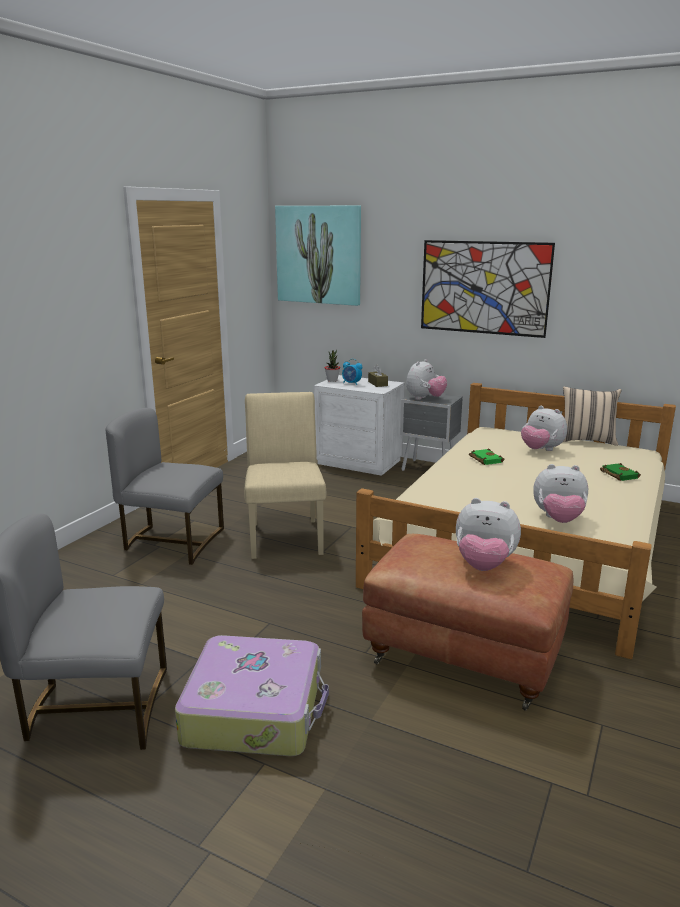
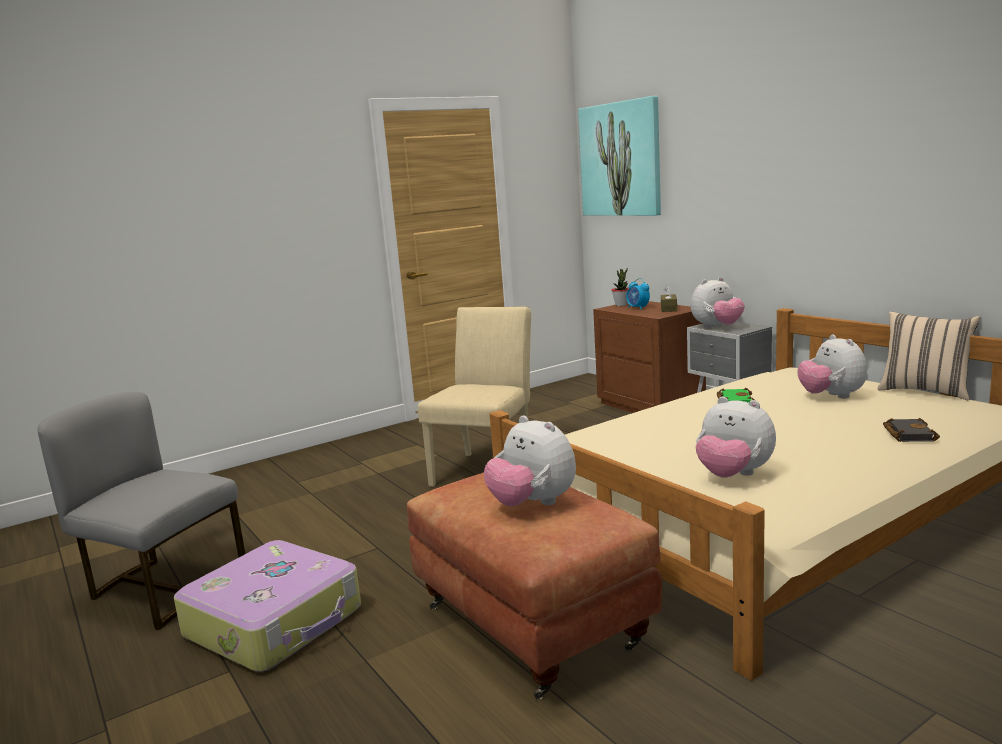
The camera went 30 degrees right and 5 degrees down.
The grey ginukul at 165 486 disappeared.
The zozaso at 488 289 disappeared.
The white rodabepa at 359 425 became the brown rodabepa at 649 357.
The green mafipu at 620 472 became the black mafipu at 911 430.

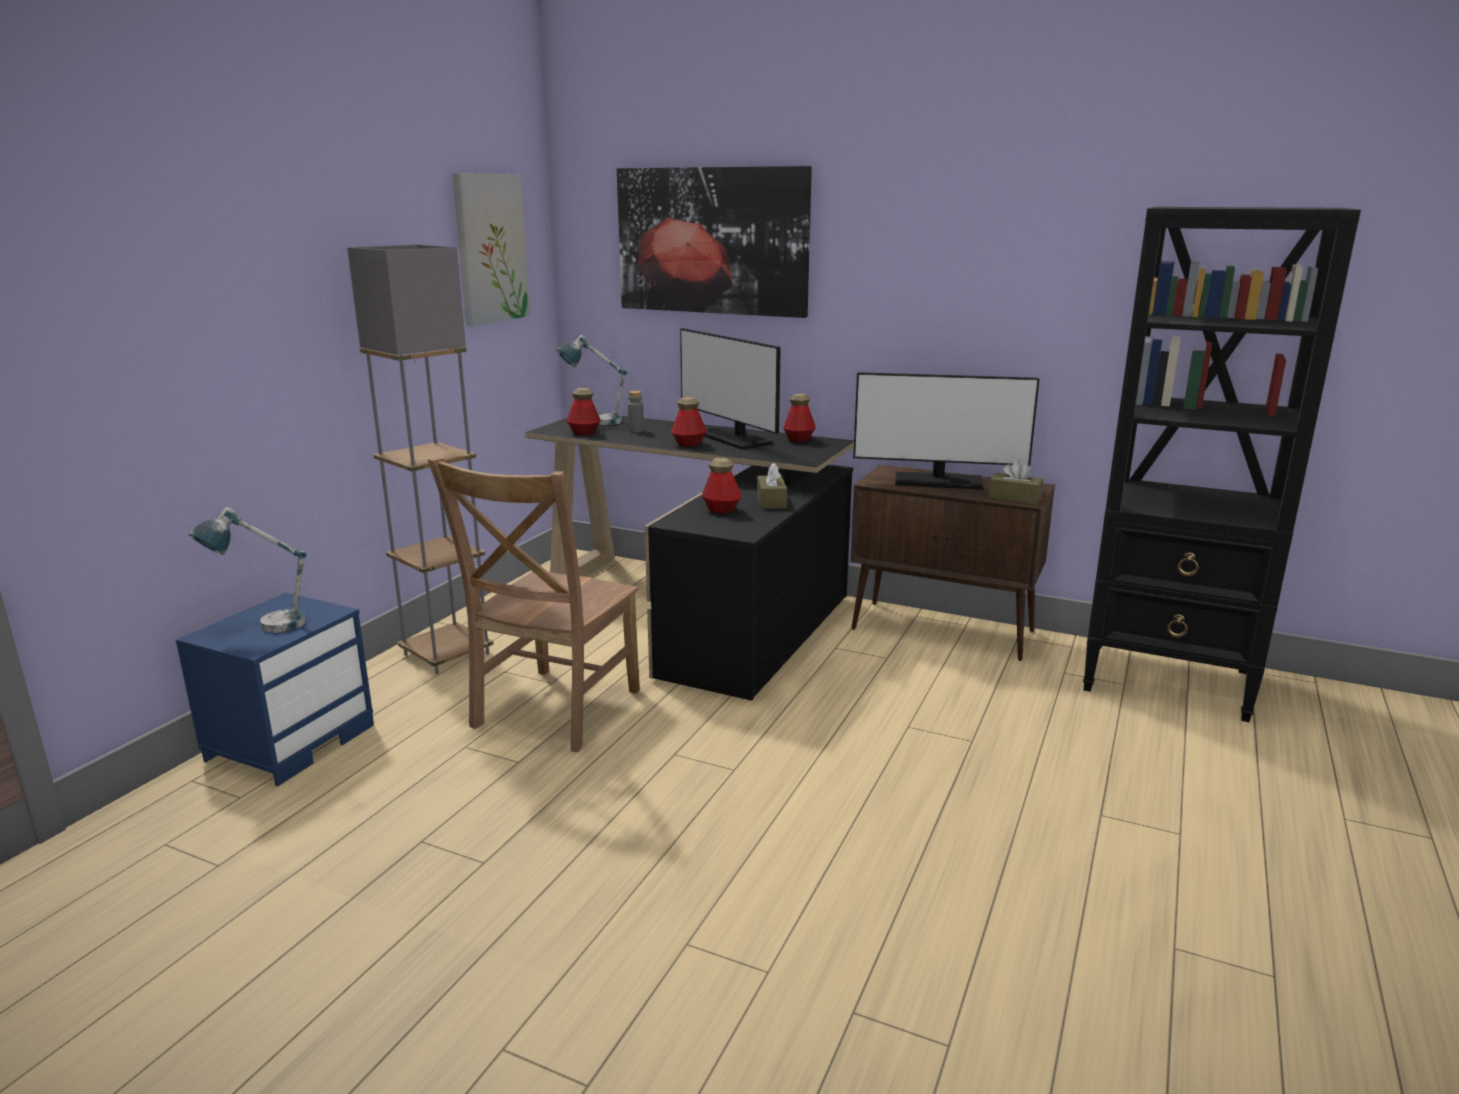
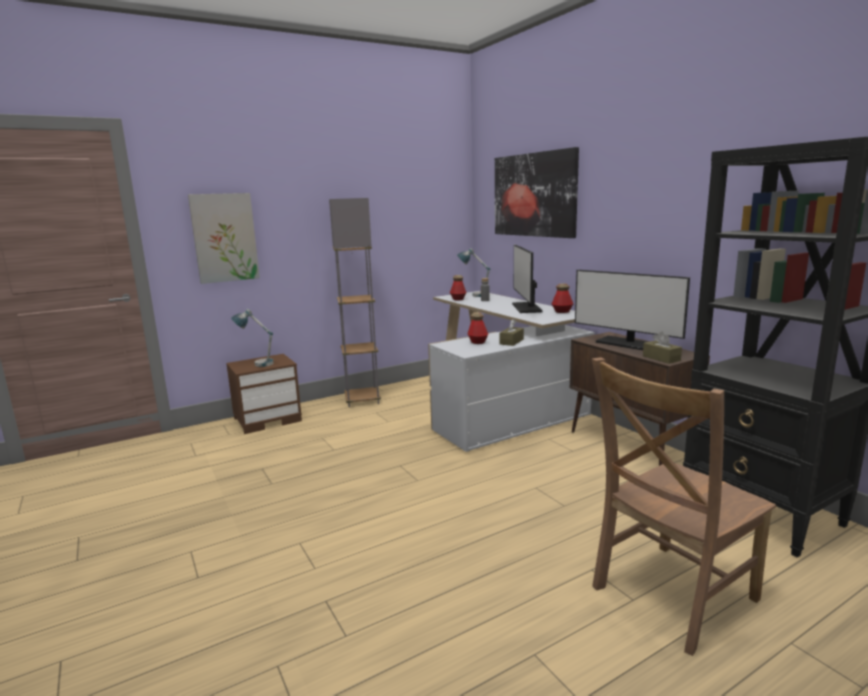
The camera went 35 degrees right and 5 degrees down.
The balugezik at 689 422 disappeared.
The brown ginukul moved from 534 604 to 684 506.
The zozaso moved from 491 249 to 224 238.
The blue rodabepa at 275 690 became the brown rodabepa at 264 394.
The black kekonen at 689 557 became the white kekonen at 511 371.

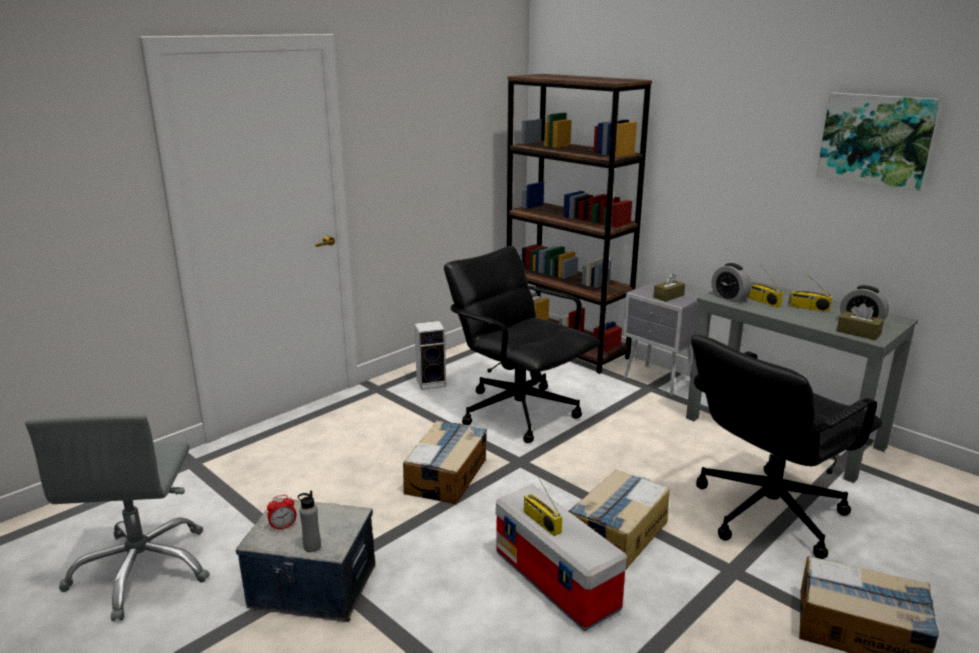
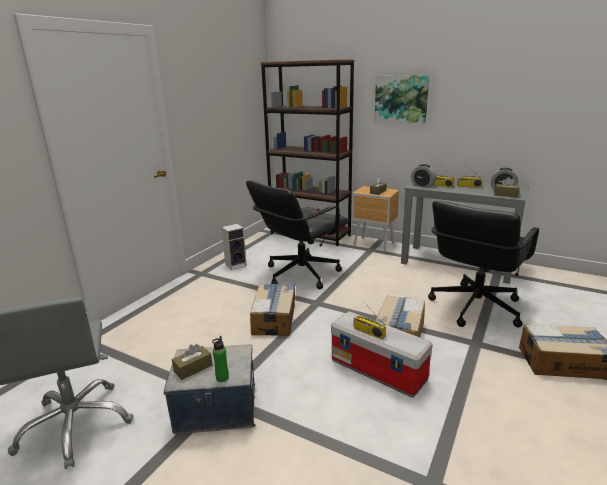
The camera went 15 degrees left and 0 degrees up.
The zozaso moved from 878 142 to 402 99.
The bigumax at 282 513 was replaced by the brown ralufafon at 192 362.
The grey balugezik at 309 521 became the green balugezik at 220 359.
The grey rodabepa at 662 339 became the brown rodabepa at 375 219.
The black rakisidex at 522 344 turned 75 degrees counterclockwise.

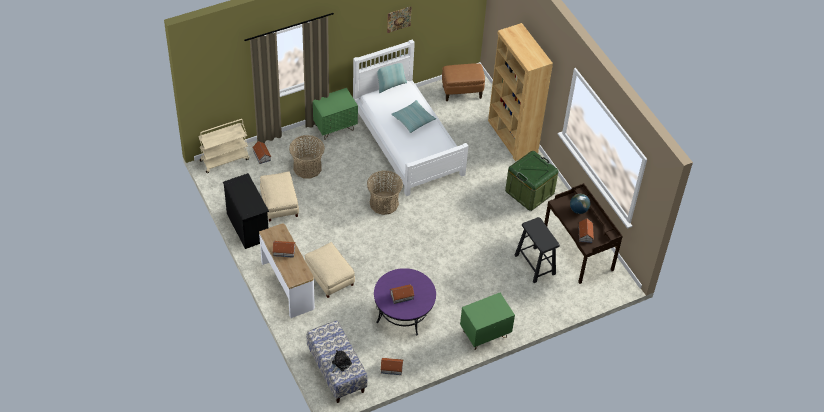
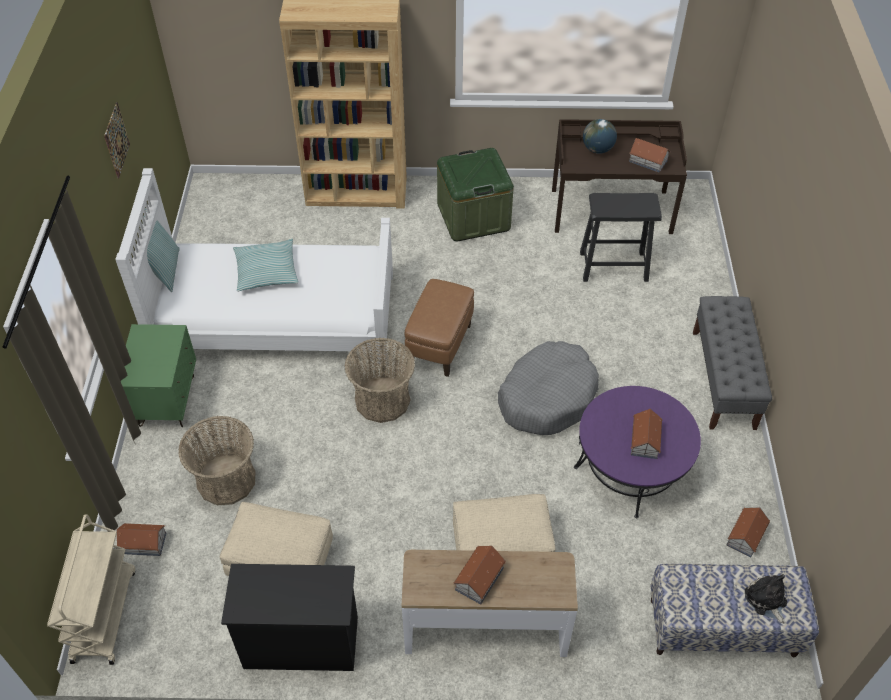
The camera went 60 degrees left and 0 degrees up.
The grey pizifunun at 548 388 appeared.
The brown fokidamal moved from 463 82 to 439 328.
The green rodabepa at 487 321 was replaced by the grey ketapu at 732 363.

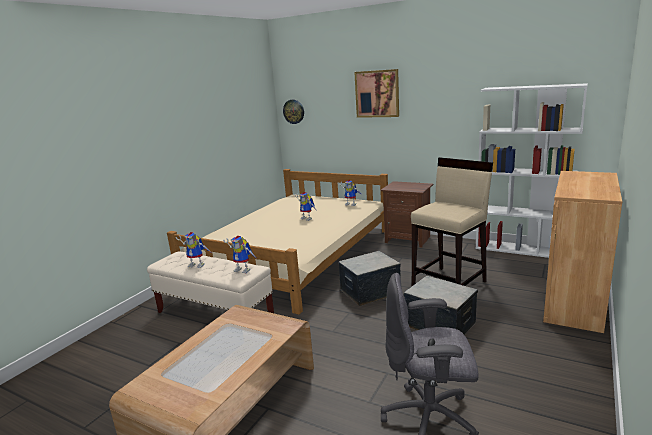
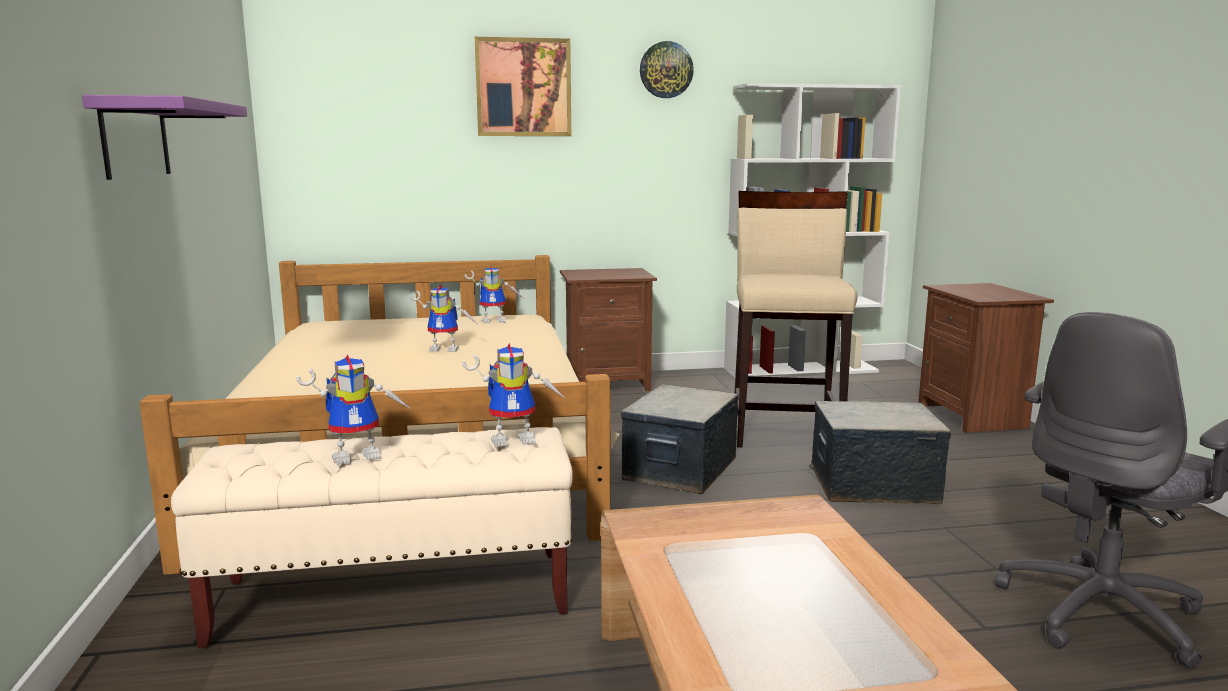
The camera went 40 degrees left and 5 degrees down.
The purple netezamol at 164 137 appeared.
The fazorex moved from 293 112 to 667 69.
The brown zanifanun at 582 252 was replaced by the brown rodabepa at 986 358.

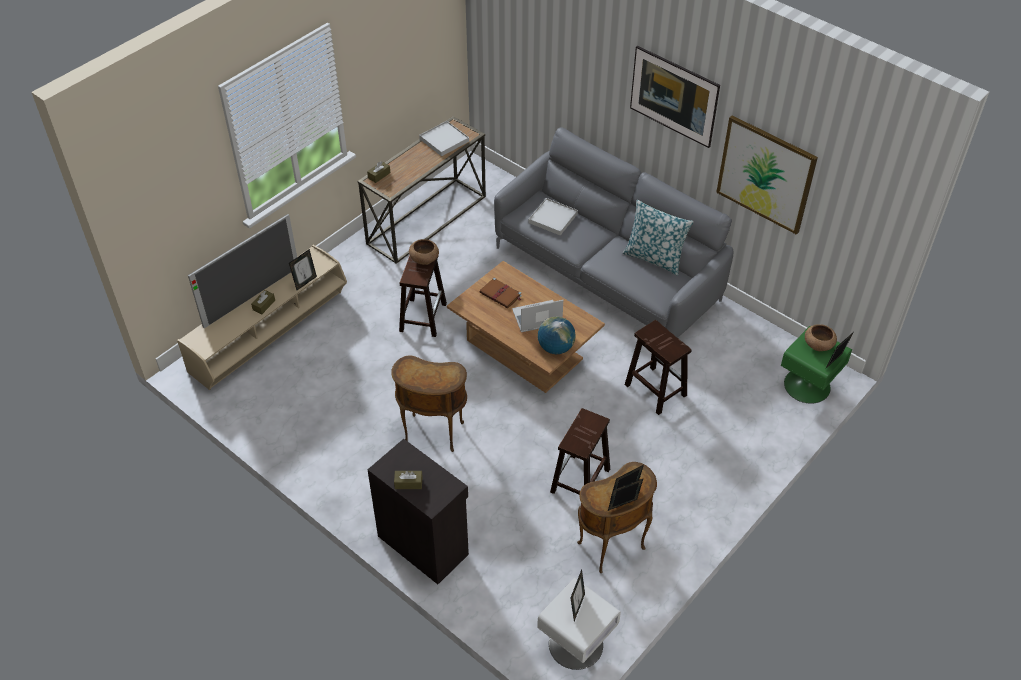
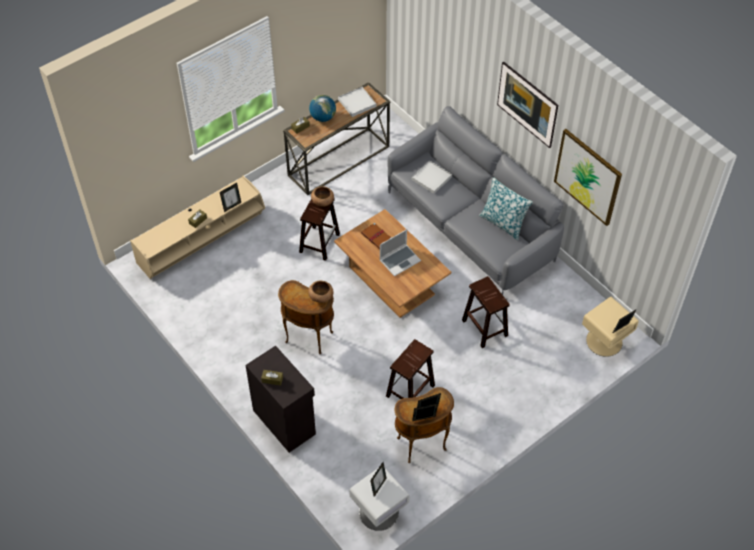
The camera went 10 degrees right and 5 degrees up.
The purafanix at 242 271 disappeared.
The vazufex moved from 557 335 to 322 108.
The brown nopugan moved from 821 337 to 320 292.
The green rodabepa at 816 365 became the beige rodabepa at 610 327.
The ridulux at 537 316 turned 150 degrees clockwise.

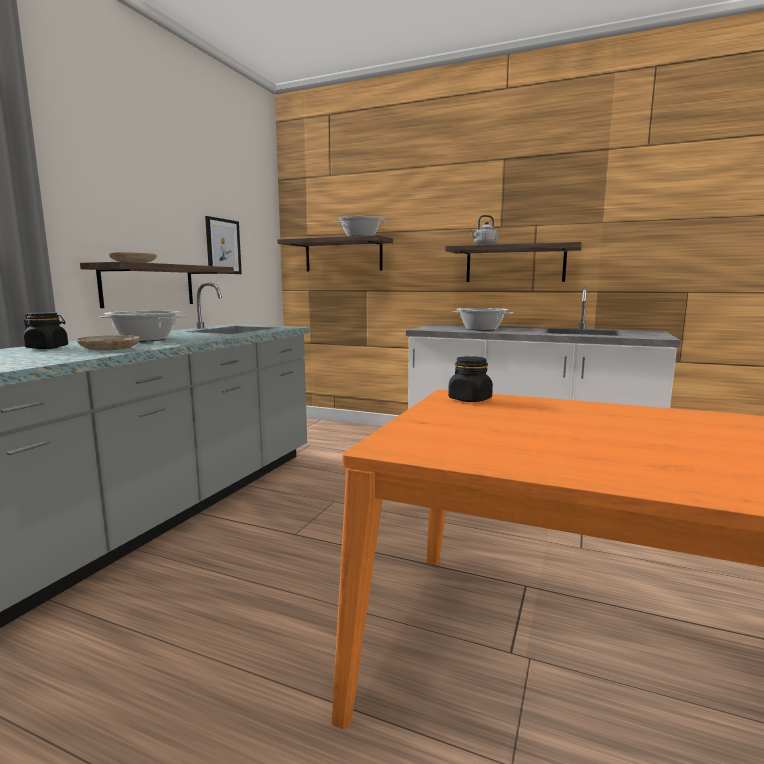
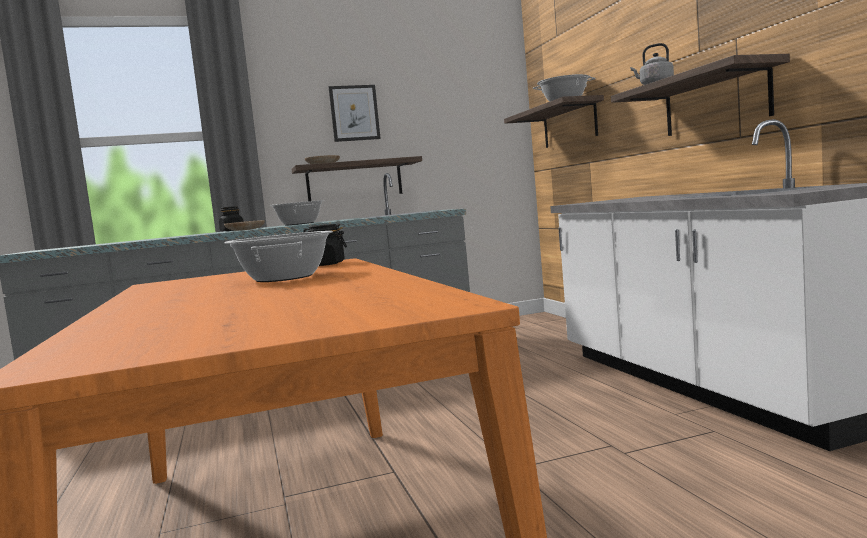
The camera went 50 degrees right and 5 degrees down.
The zozaso moved from 223 245 to 354 113.
The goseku moved from 482 319 to 279 256.

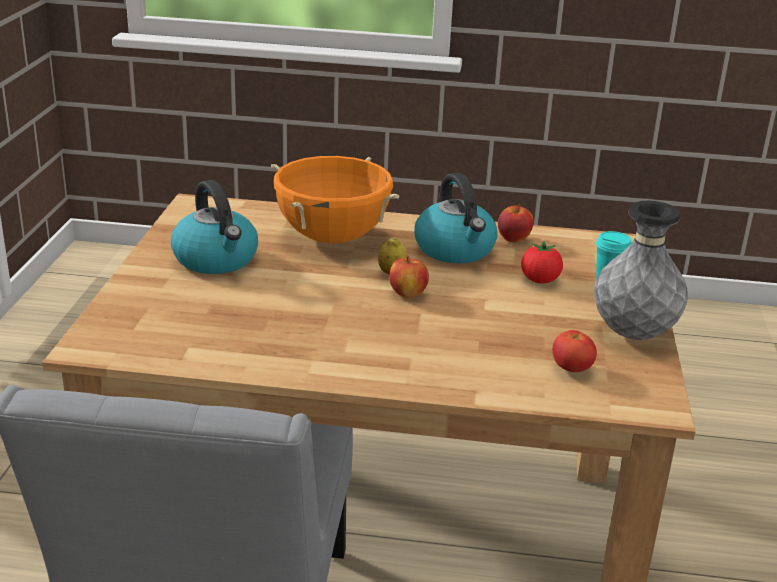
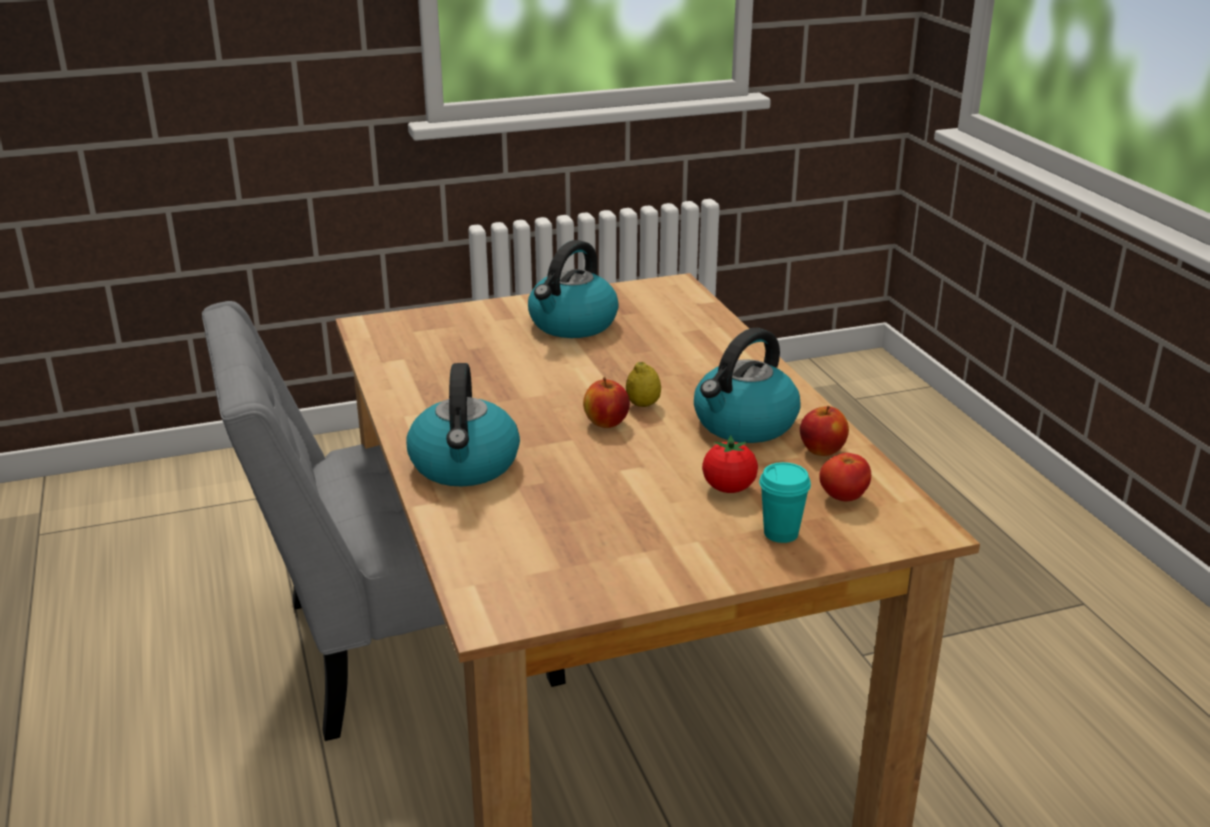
The camera went 65 degrees right and 0 degrees up.
The orange goseku at 335 199 disappeared.
The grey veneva at 641 270 disappeared.
The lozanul at 463 424 appeared.
The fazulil moved from 574 351 to 845 477.

